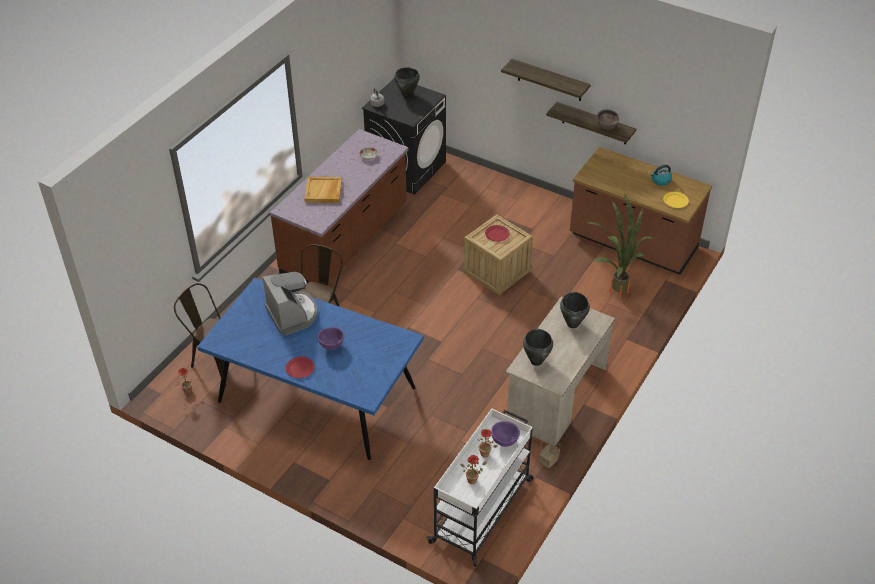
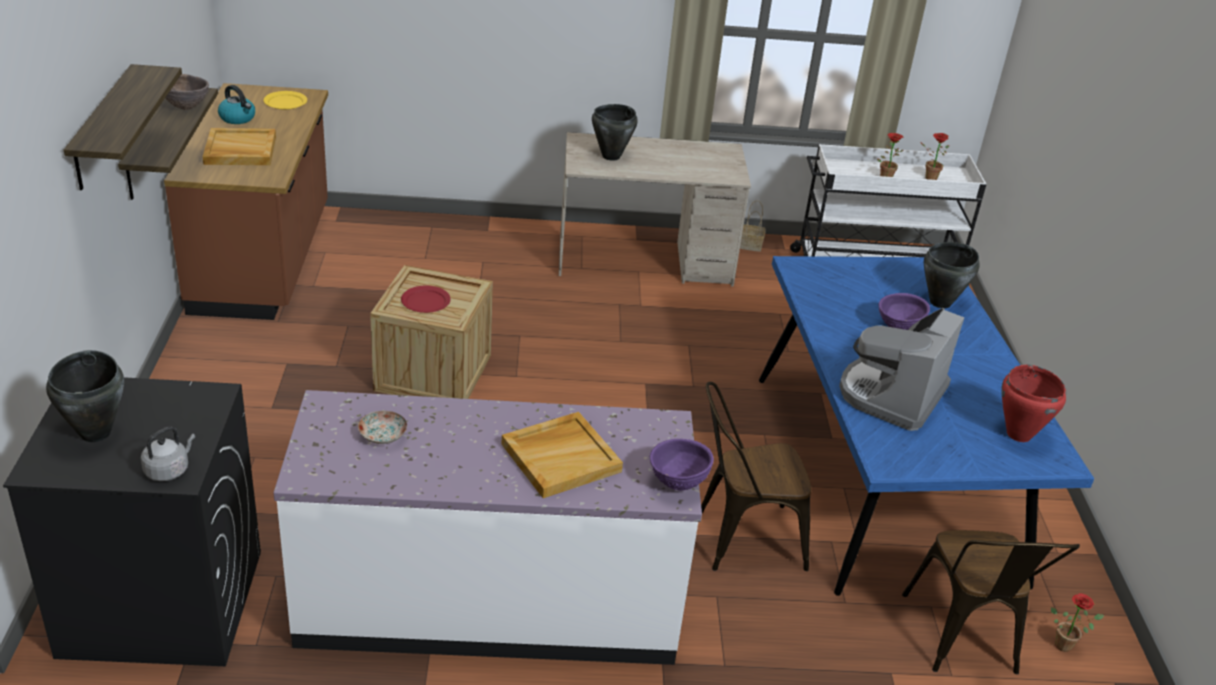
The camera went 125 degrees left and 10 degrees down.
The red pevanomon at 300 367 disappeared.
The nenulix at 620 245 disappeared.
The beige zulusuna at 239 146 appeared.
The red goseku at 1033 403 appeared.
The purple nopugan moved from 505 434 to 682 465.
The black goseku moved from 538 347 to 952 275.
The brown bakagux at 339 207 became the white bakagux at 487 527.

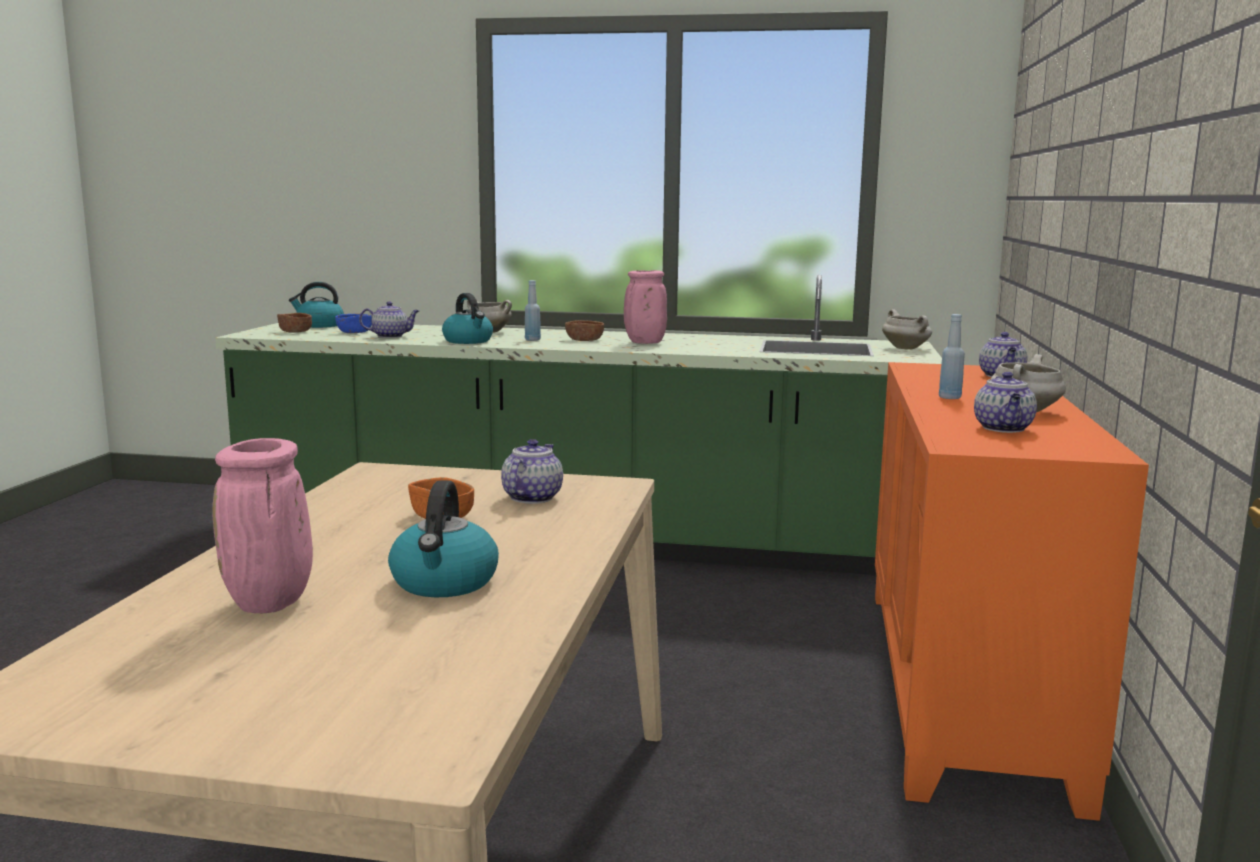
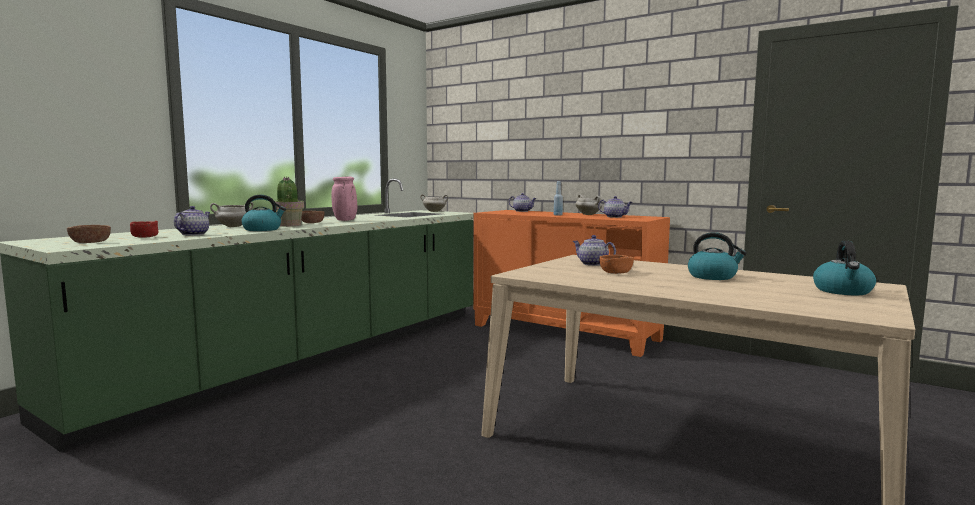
The camera went 65 degrees left and 5 degrees down.
The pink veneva at 263 525 disappeared.
The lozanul moved from 316 305 to 844 268.
The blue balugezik at 533 310 was replaced by the nenulix at 289 202.
The blue nopugan at 353 323 became the red nopugan at 144 229.

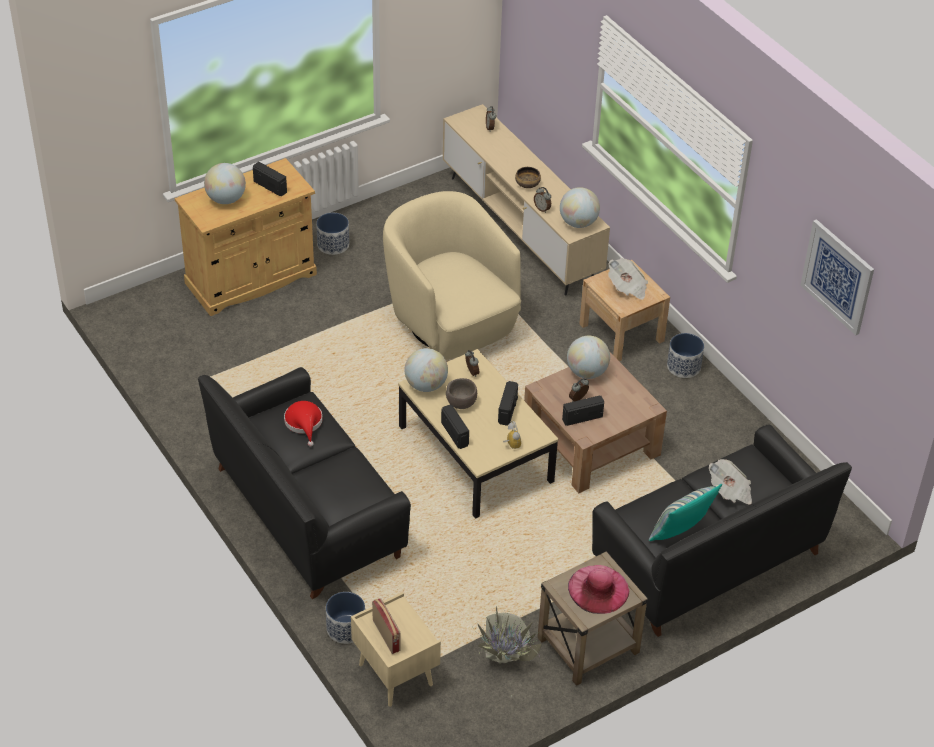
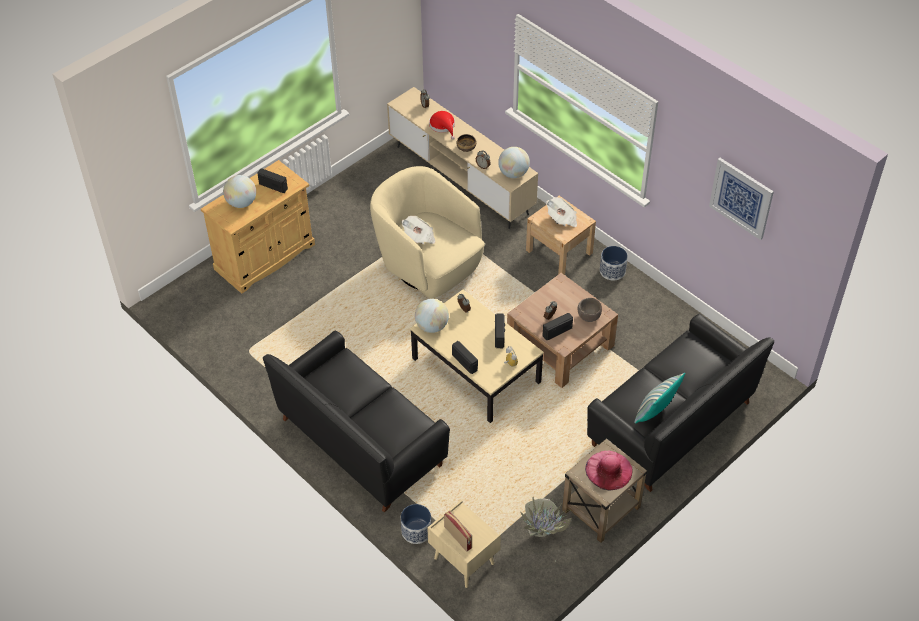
The camera went 10 degrees left and 5 degrees up.
The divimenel at 332 234 disappeared.
The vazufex at 588 357 disappeared.
The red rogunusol moved from 303 424 to 442 125.
The brown nopugan moved from 461 393 to 590 310.
The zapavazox moved from 730 481 to 418 230.

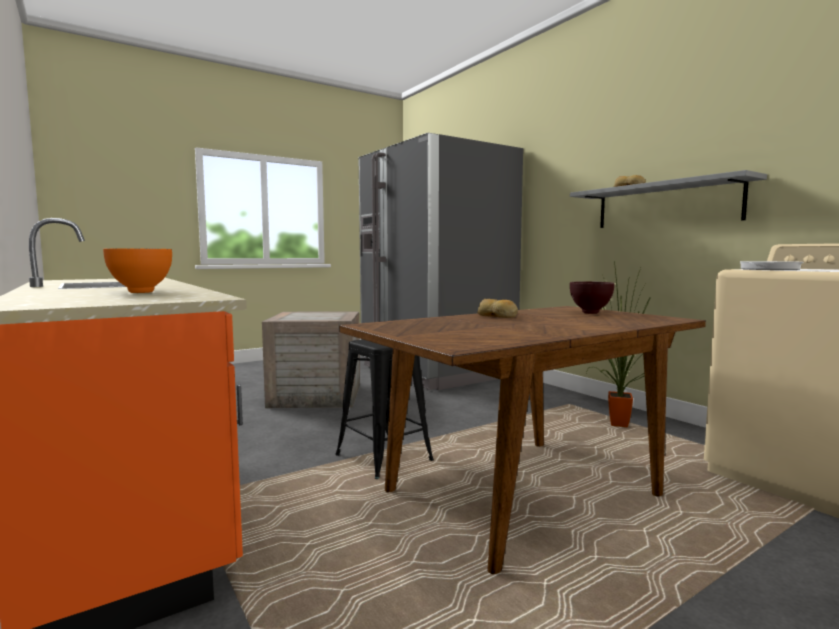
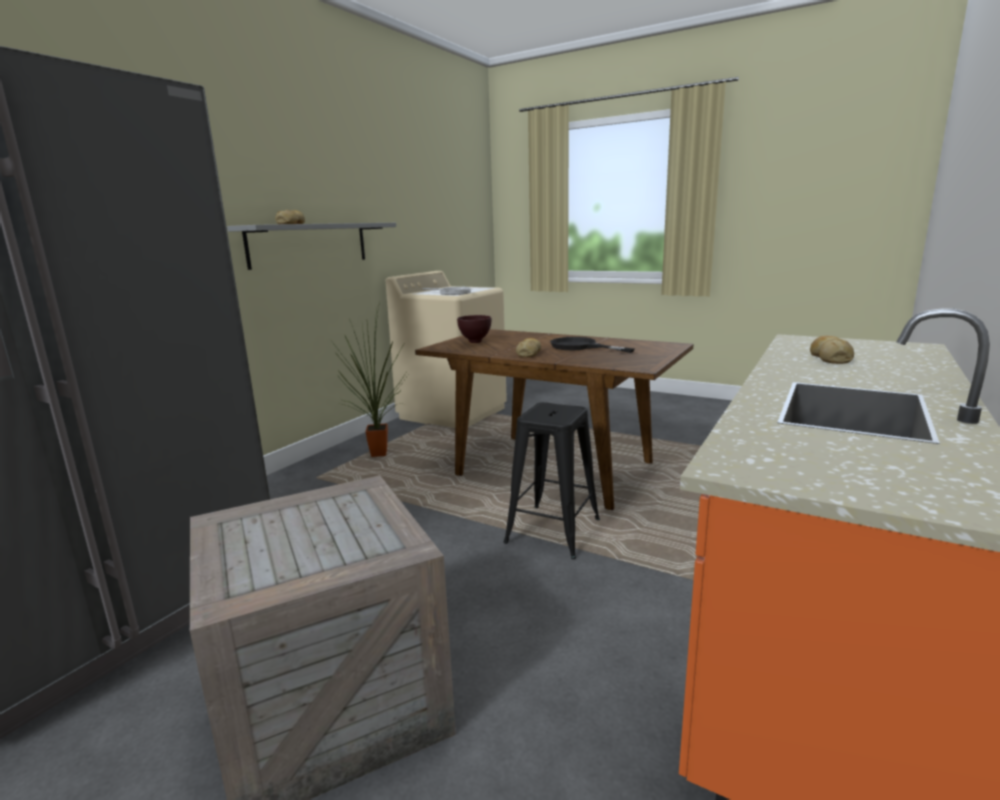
The camera went 115 degrees left and 10 degrees up.
The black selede at 592 345 appeared.
The orange nopugan at 137 270 was replaced by the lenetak at 832 350.

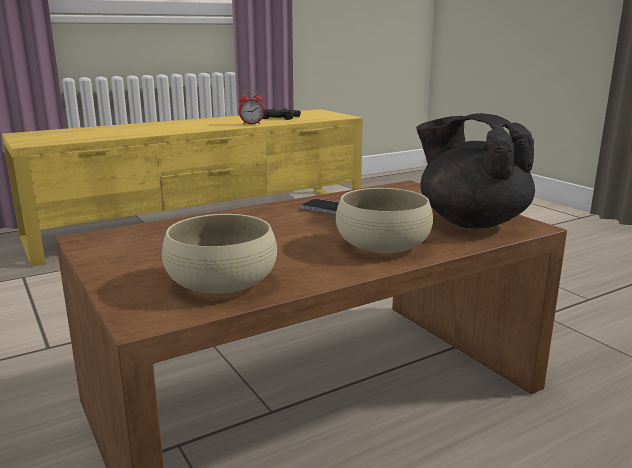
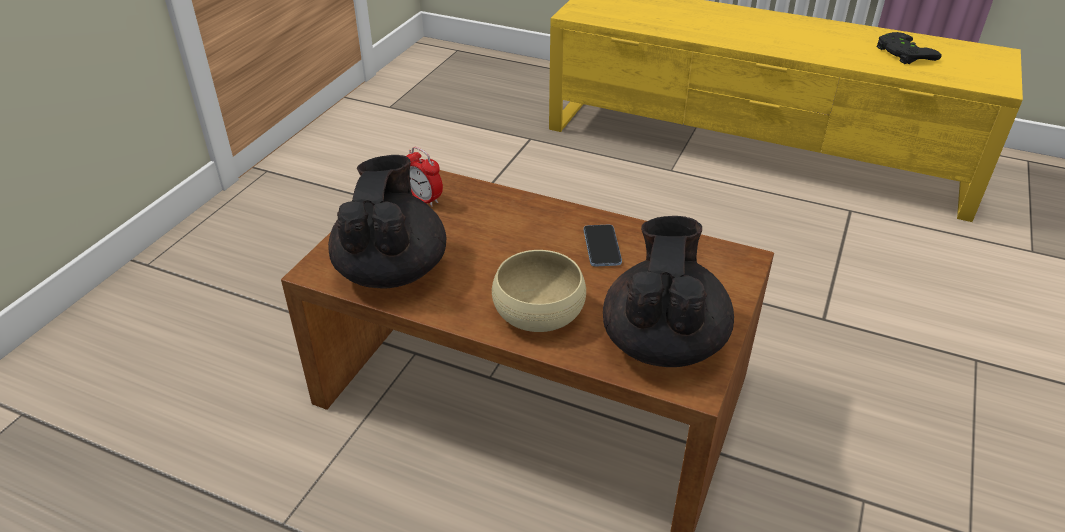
The camera went 55 degrees right and 20 degrees up.
The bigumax moved from 251 107 to 425 177.
The beige nopugan at 219 254 was replaced by the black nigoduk at 387 222.

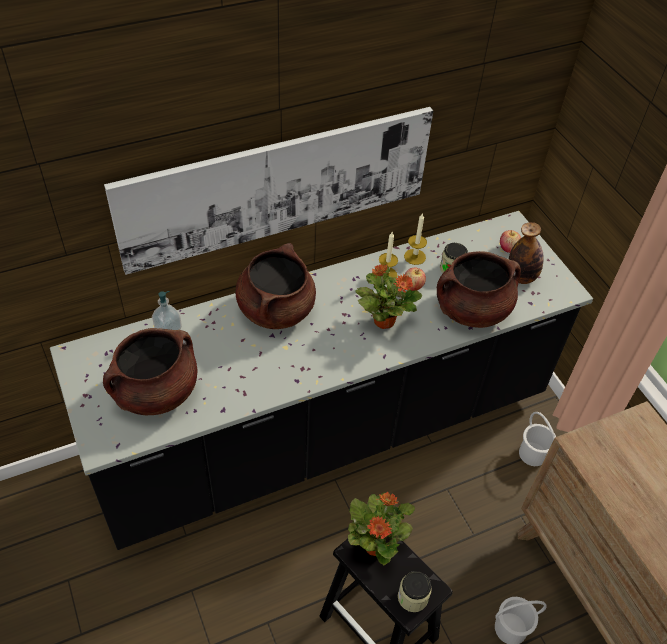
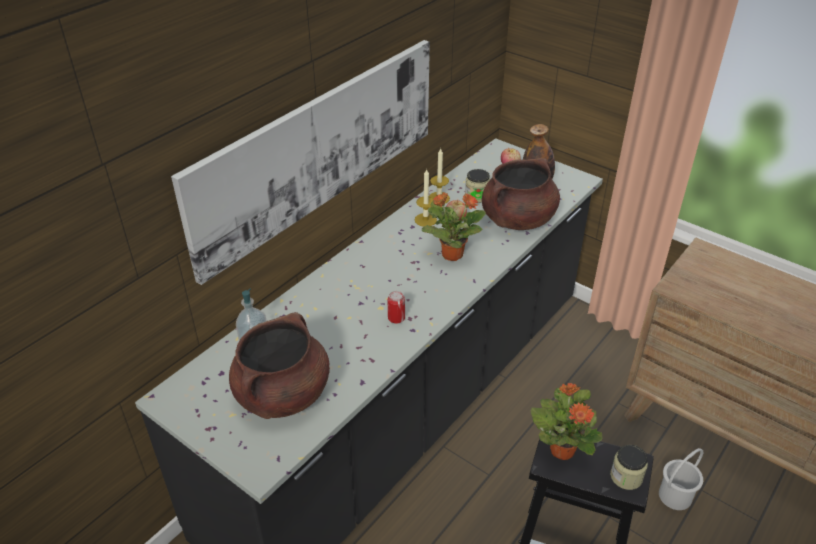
The camera went 25 degrees left and 10 degrees down.
The brown goseku at 275 286 disappeared.
The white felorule at 537 439 disappeared.
The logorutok at 396 307 appeared.

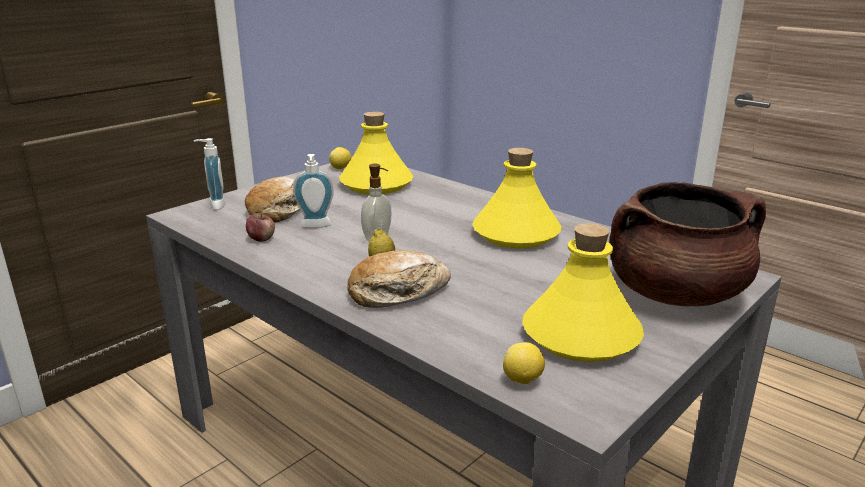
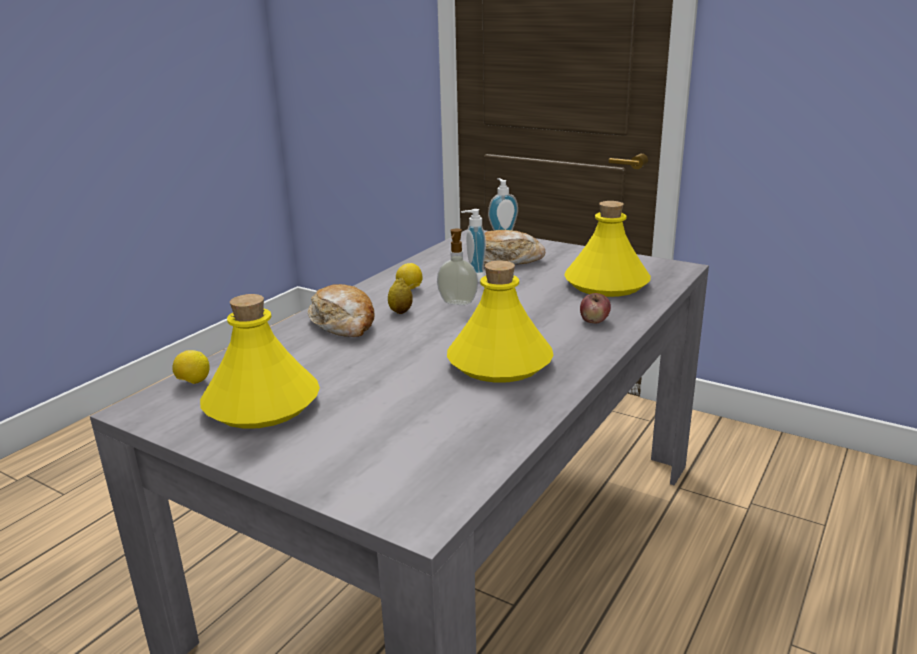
The camera went 80 degrees right and 0 degrees up.
The brown goseku at 687 244 disappeared.
The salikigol moved from 260 228 to 595 308.
The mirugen moved from 340 158 to 409 276.

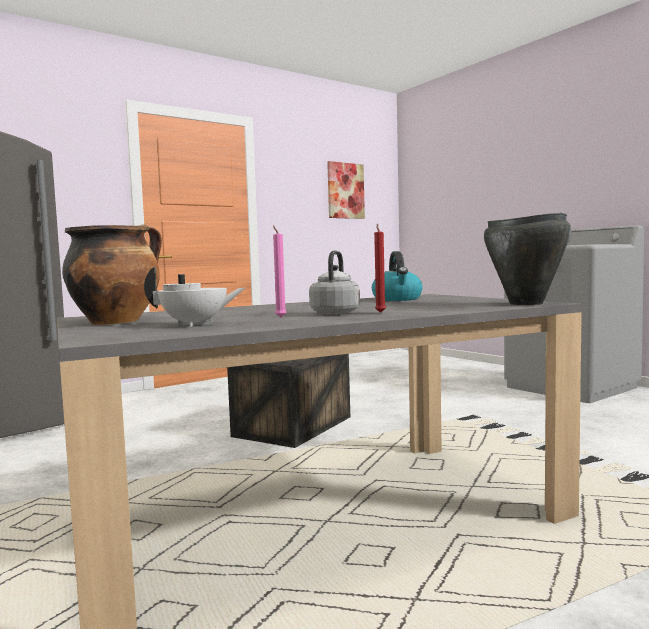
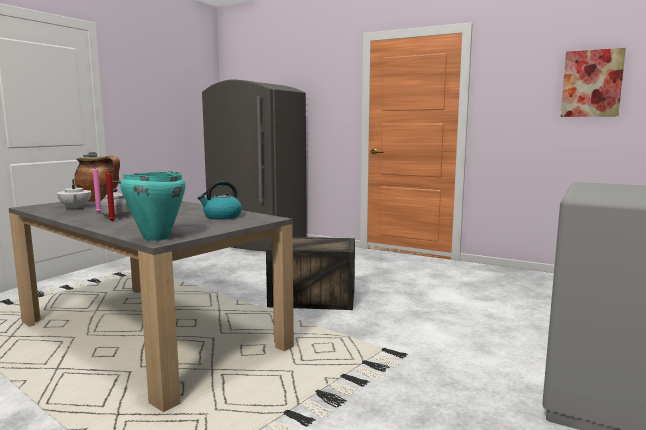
The camera went 65 degrees right and 5 degrees up.
The black goseku at 527 259 became the turquoise goseku at 152 206.

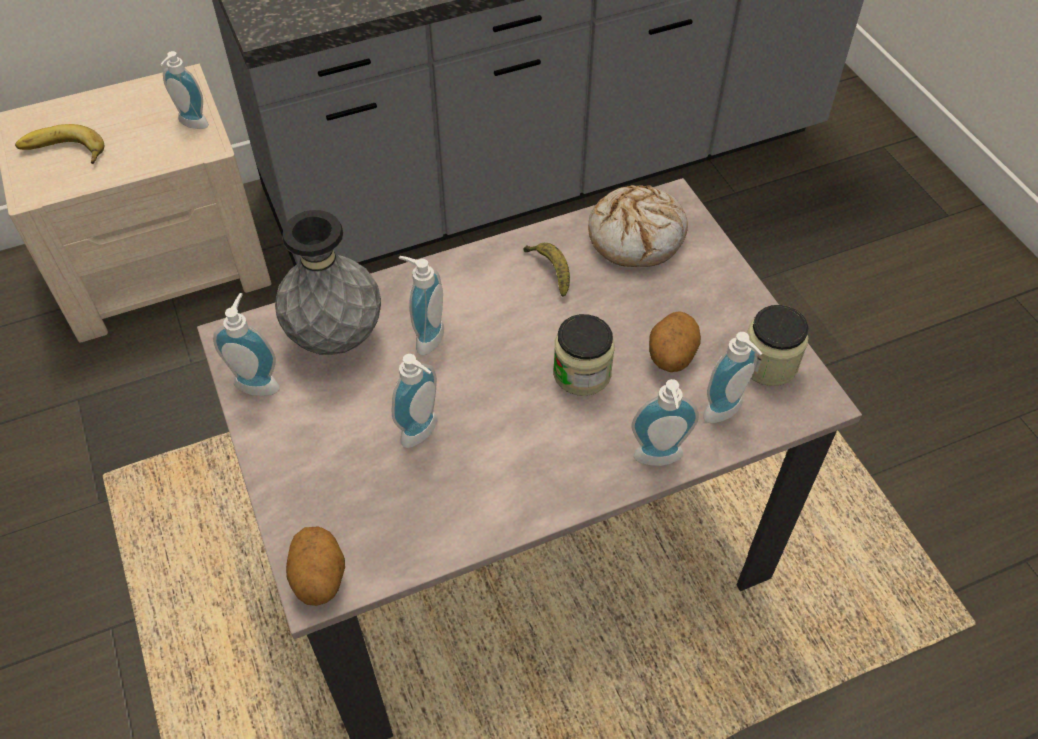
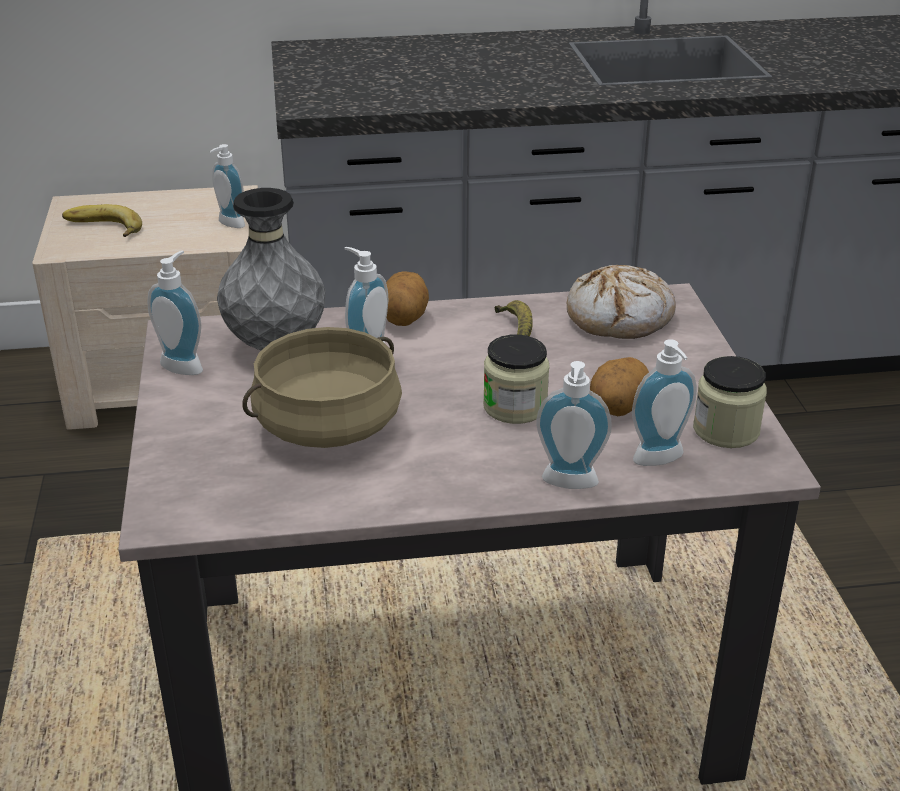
The camera went 15 degrees right and 20 degrees down.
The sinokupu moved from 315 566 to 407 298.
The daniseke at 415 401 was replaced by the beige goseku at 322 387.

